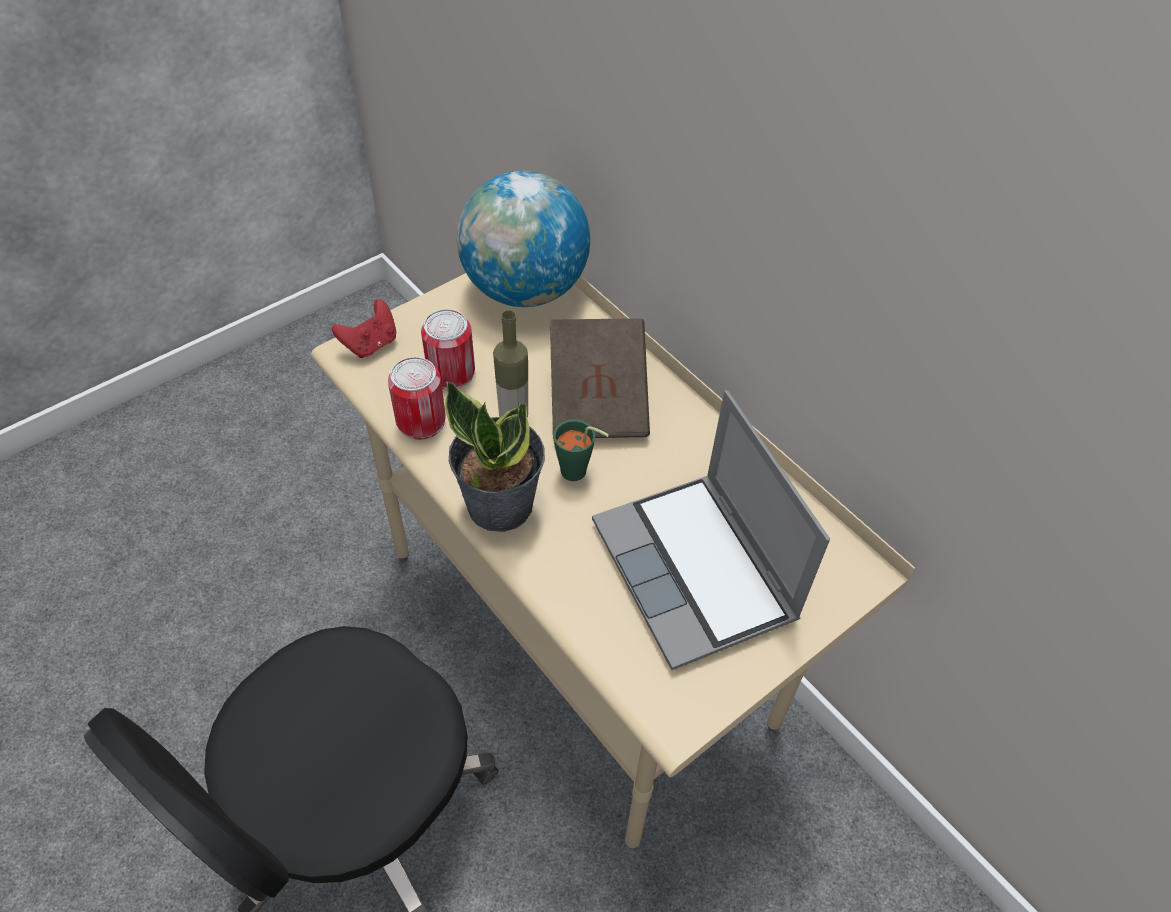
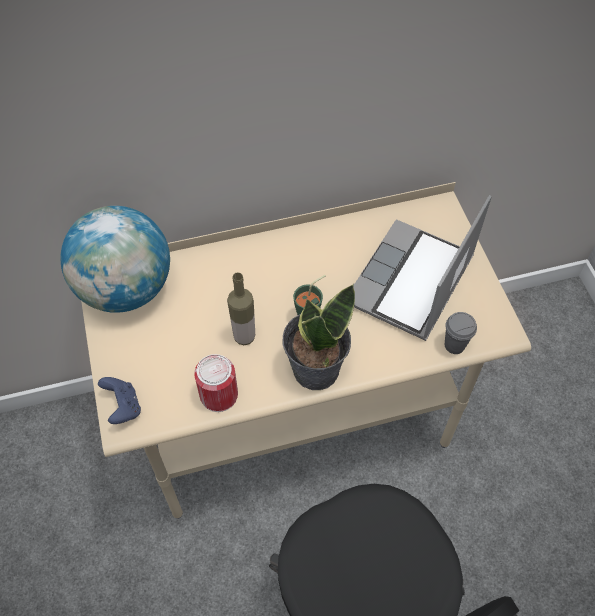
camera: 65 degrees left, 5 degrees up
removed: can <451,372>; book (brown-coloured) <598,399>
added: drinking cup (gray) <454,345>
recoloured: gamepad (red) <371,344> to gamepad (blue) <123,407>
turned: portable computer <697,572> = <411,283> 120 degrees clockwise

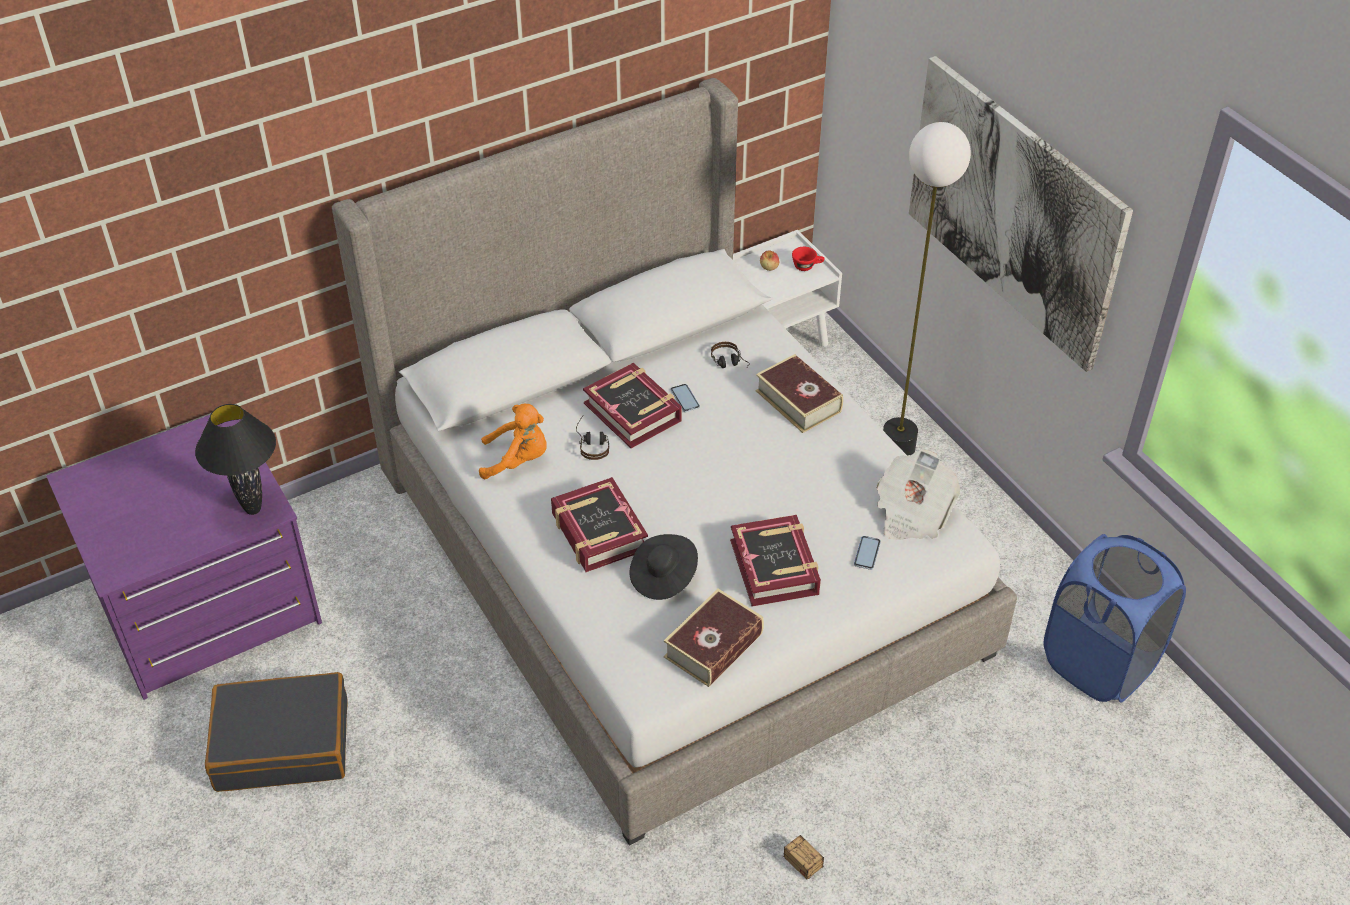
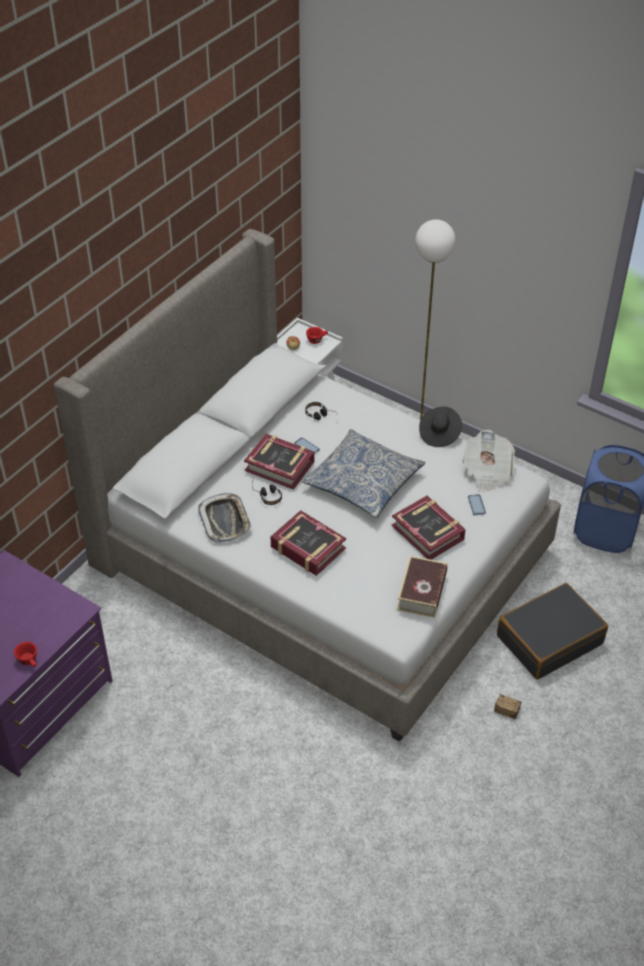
camera: 25 degrees left, 0 degrees up
removed: lamp for a table (black) <253,510>; book <798,401>; wall picture <1013,210>
added: drinking cup (red) <29,661>; throw pillow <363,482>
moved: hat (black) <663,577> to <439,434>; travel case (black) <283,744> to <549,639>
replaced: cuddly toy (orange-coloured) <518,460> to tray <225,521>

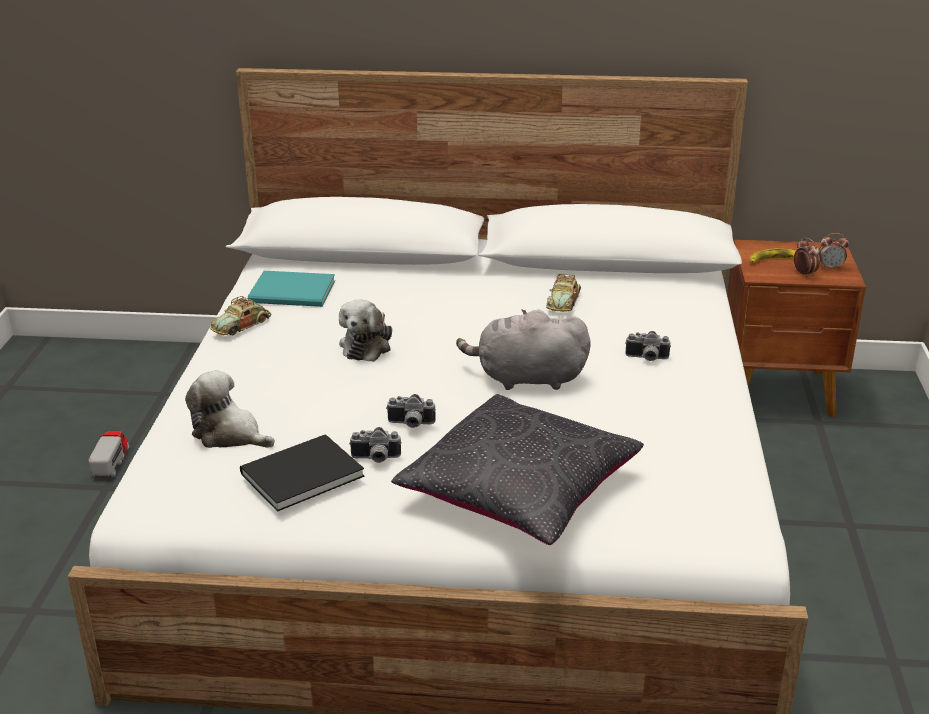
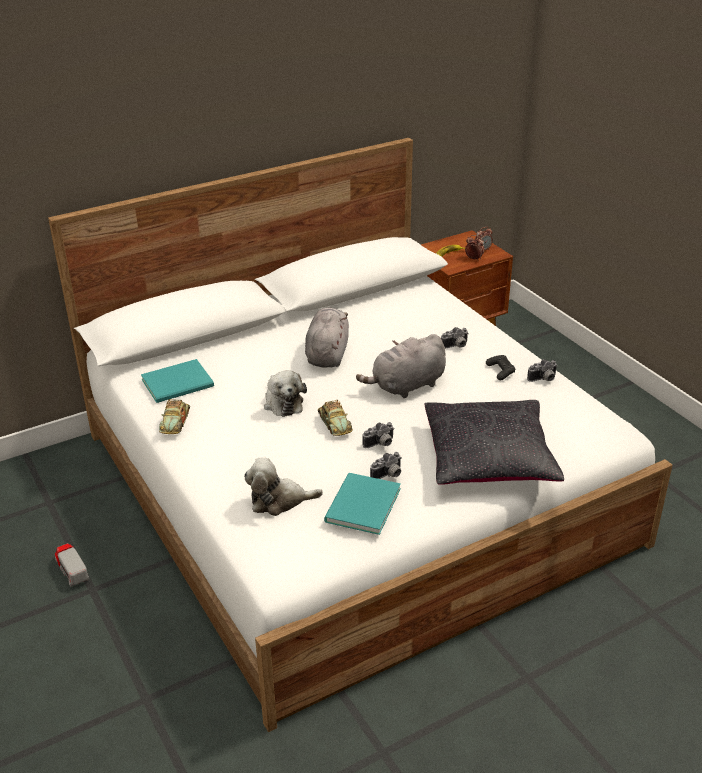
camera: 35 degrees left, 5 degrees up
added: cuddly toy (gray) <327,354>; gamepad (black) <500,371>; photo camera <543,379>
moved: model car <563,301> to <334,423>
recoloured: book (black) <298,474> to book (turquoise) <360,506>

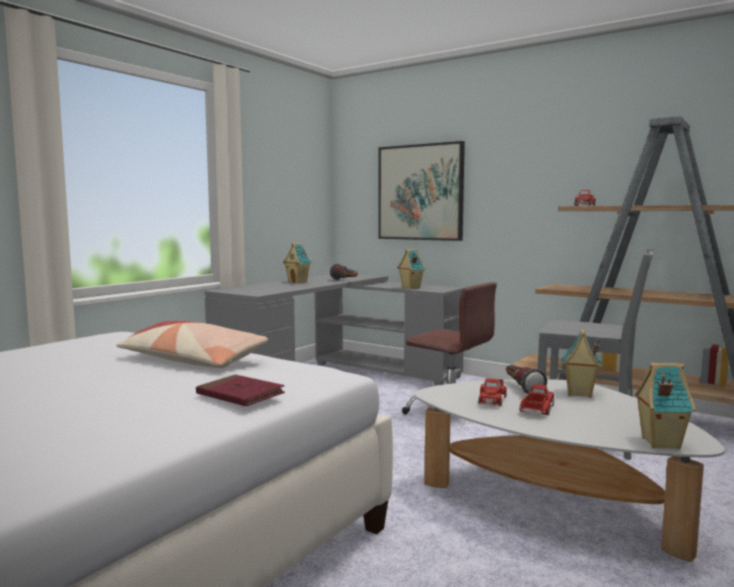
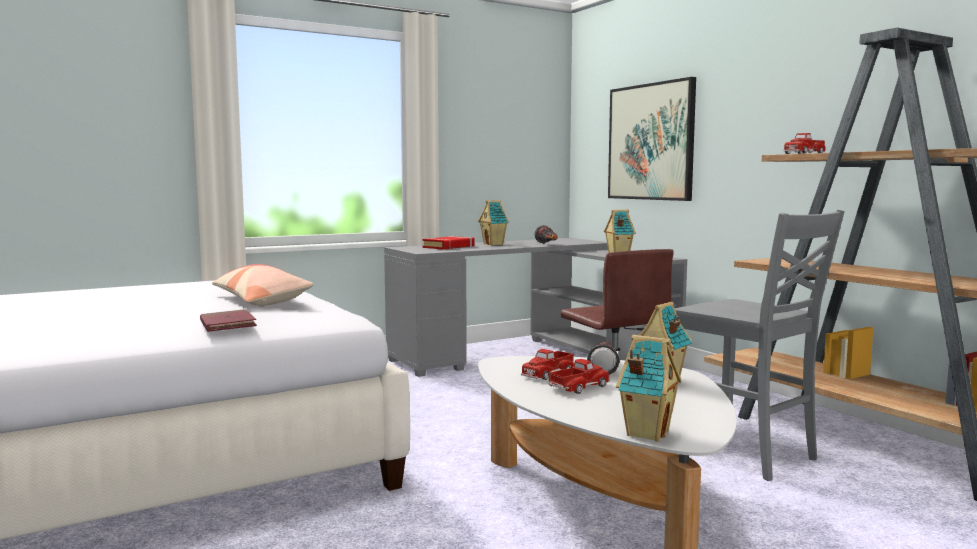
camera: 25 degrees right, 0 degrees up
added: book (red) <449,247>

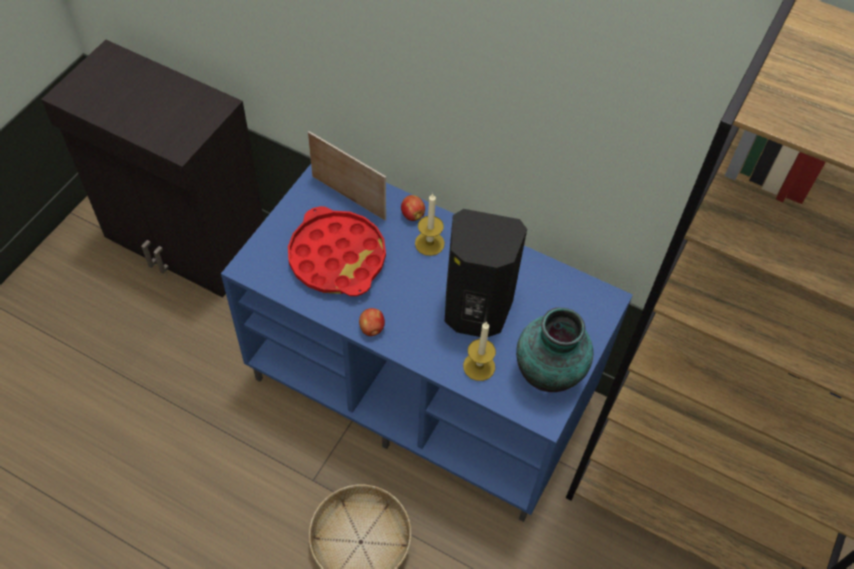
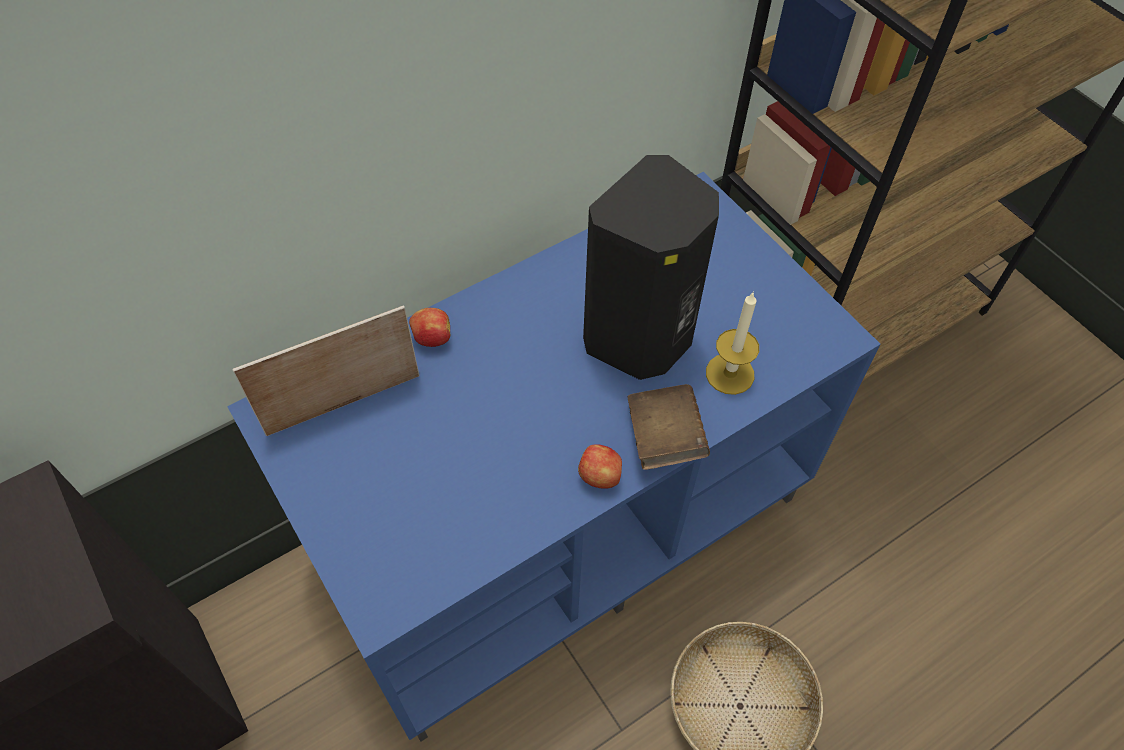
camera: 60 degrees left, 0 degrees up
removed: tray (red) <337,258>; wax candle <429,243>; decorative vase <549,375>
added: book (brown-coloured) <664,438>

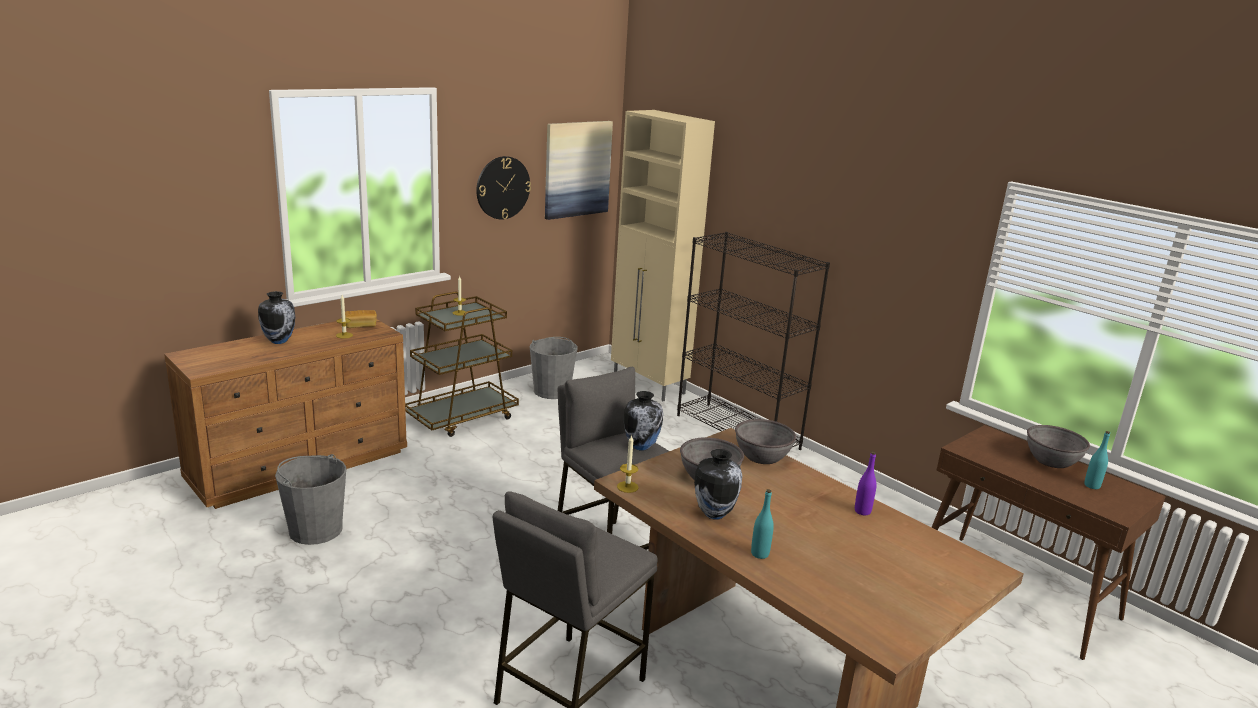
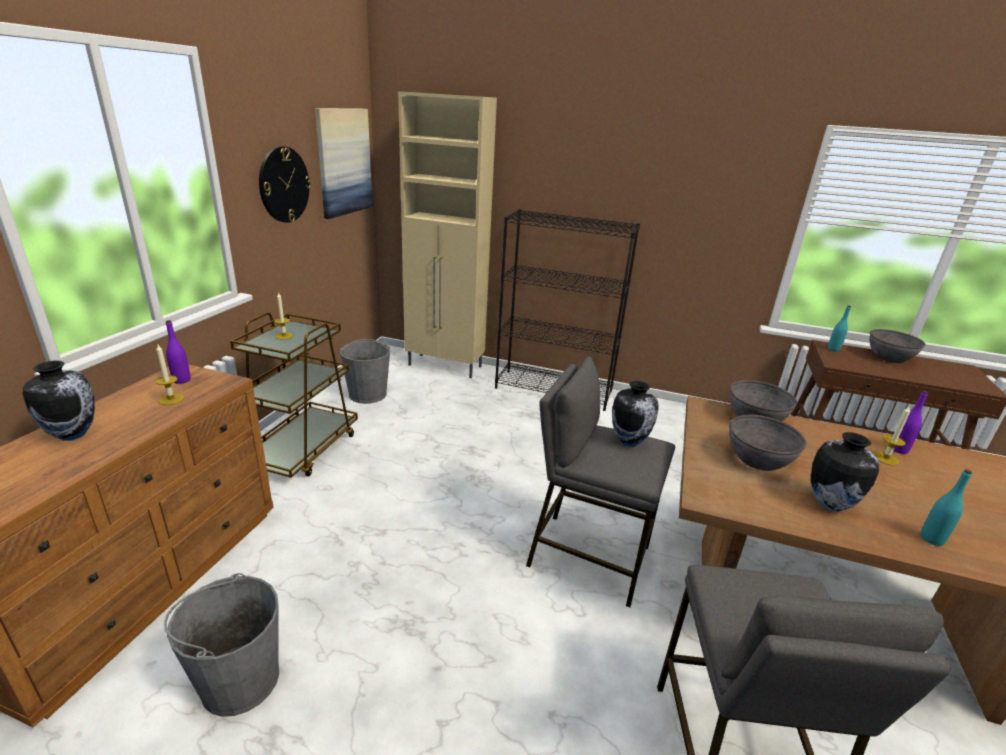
camera: 30 degrees left, 5 degrees up
moved: drink bottle (turquoise) <1092,486> to <833,349>; wax candle <627,487> to <885,458>
replaced: bakery bread <360,326> to drink bottle (purplish) <182,380>

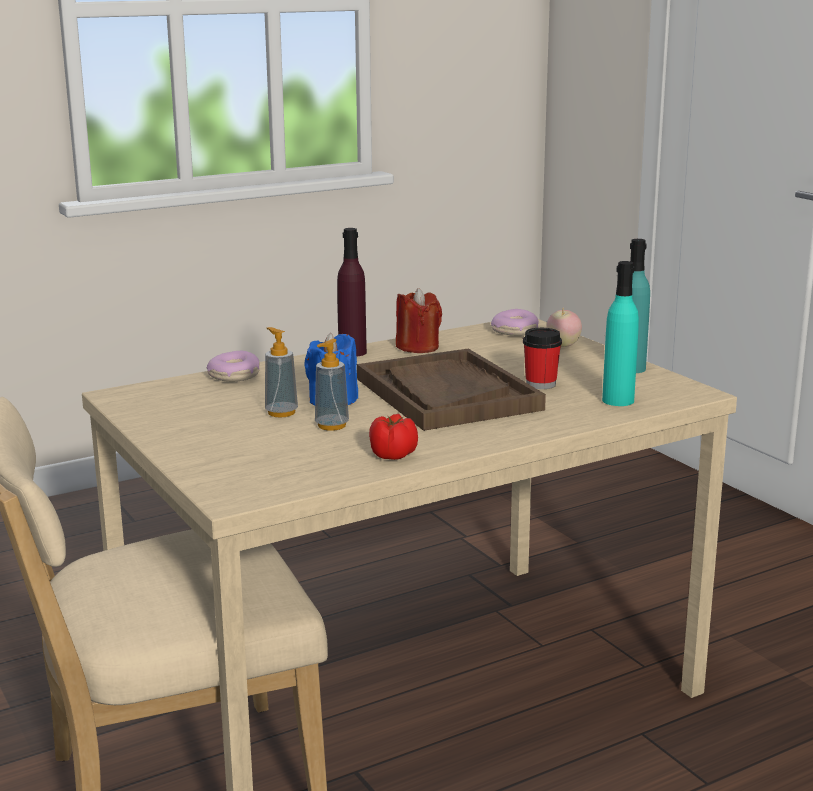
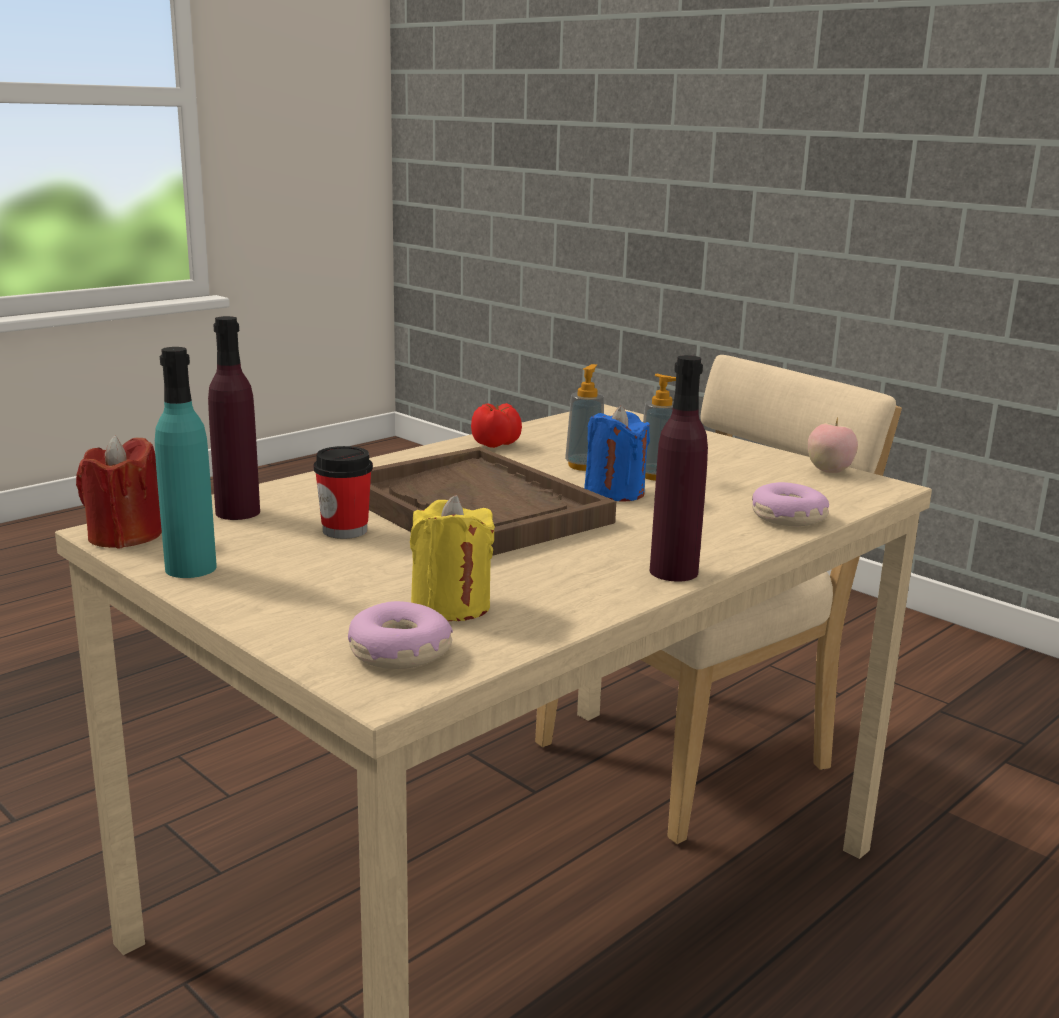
camera: 165 degrees right, 0 degrees up
added: wax candle (yellowish) <451,606>
moved: wax candle (red) <418,347> to <125,536>; apple <563,345> to <829,471>
recoloured: drink bottle (turquoise) <618,400> to drink bottle (purplish) <238,512>

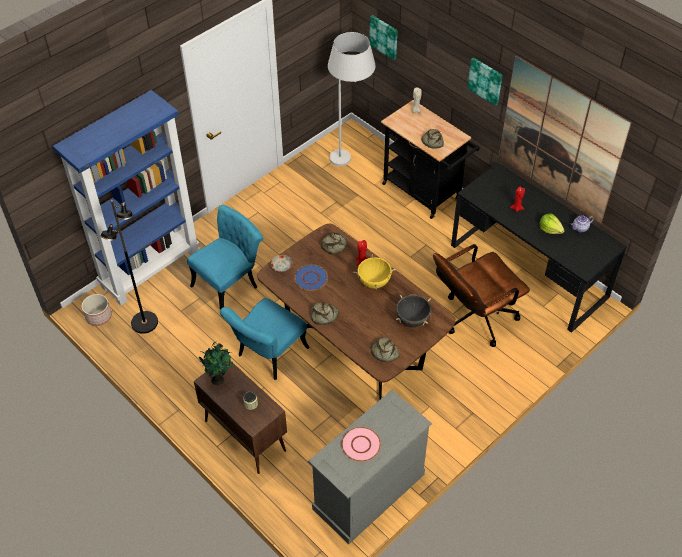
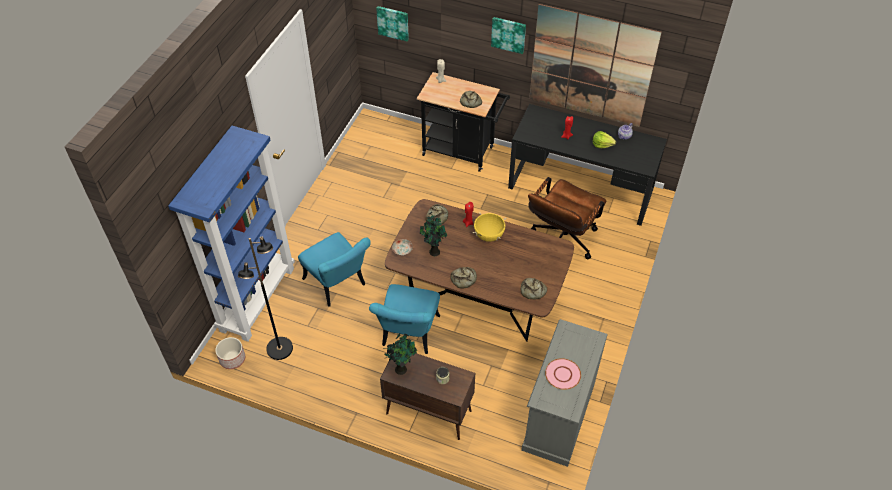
camera: 25 degrees left, 0 degrees up
removed: standard lamp (white-coloured) <351,155>; cooking pot (black) <412,320>
replaced: flat dish (blue) <311,278> to potted plant <433,251>
turned: chair (turquoise) <230,283> = <338,285> 120 degrees clockwise

